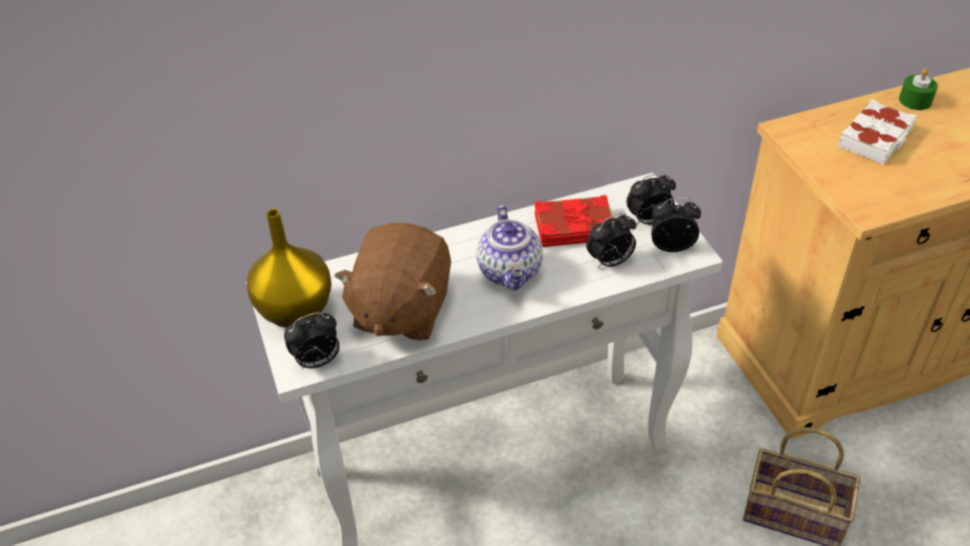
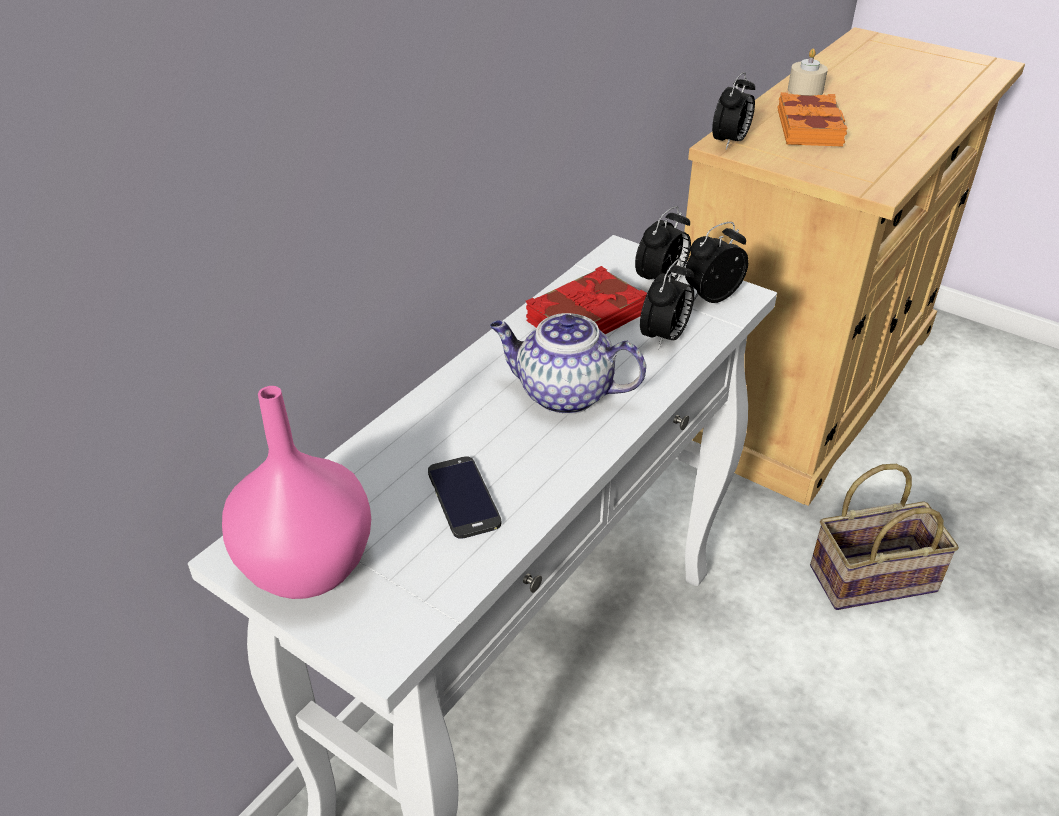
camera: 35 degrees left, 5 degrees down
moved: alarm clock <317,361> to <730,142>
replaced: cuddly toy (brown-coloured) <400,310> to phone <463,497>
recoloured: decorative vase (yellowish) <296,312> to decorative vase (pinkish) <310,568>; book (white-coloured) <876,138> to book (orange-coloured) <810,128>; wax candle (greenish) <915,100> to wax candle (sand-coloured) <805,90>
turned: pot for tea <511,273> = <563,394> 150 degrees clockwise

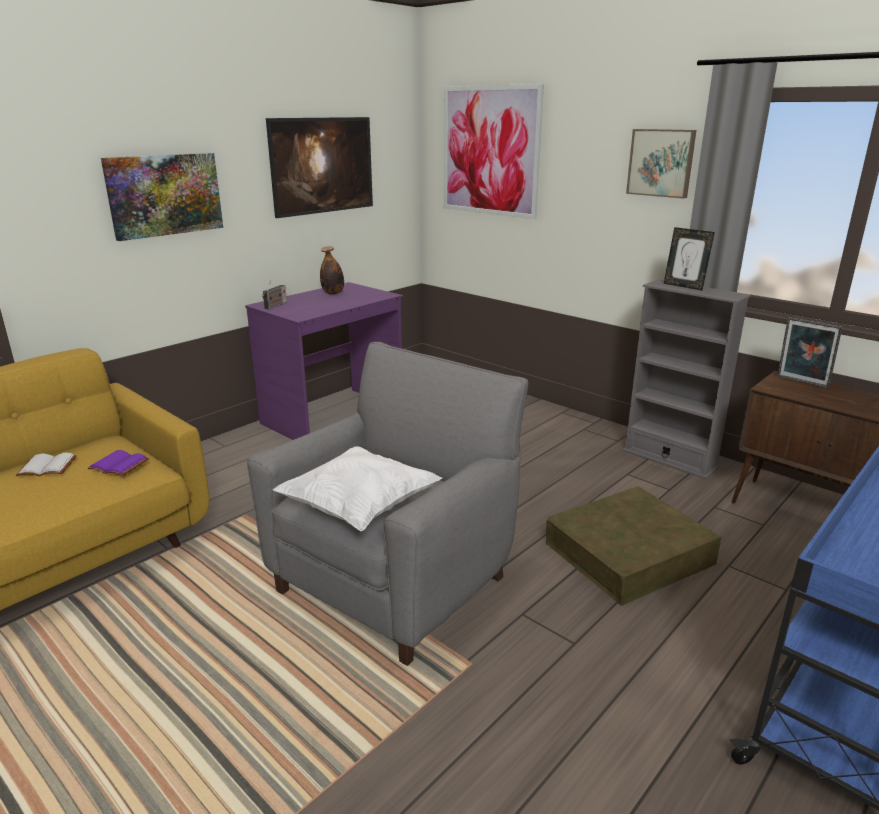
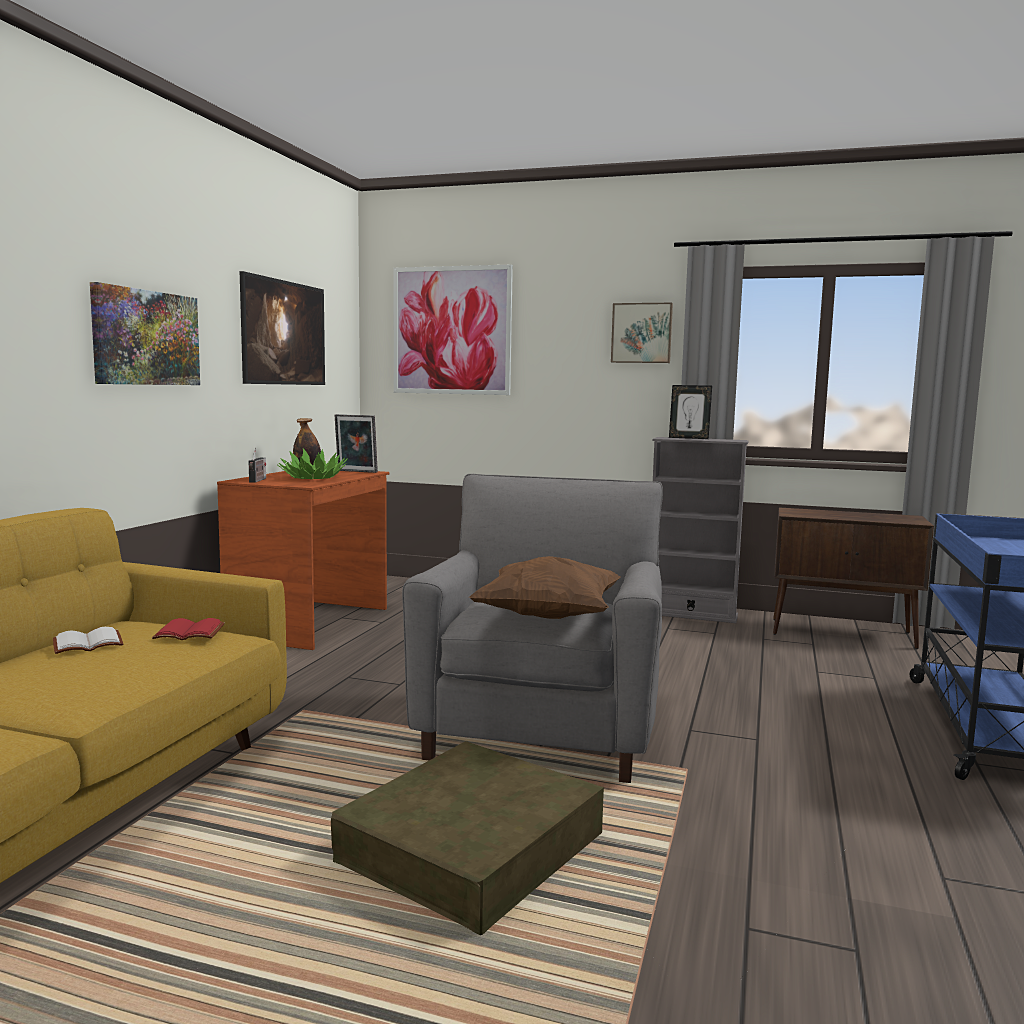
camera: 25 degrees left, 15 degrees down
added: potted plant <313,478>
moved: storage box (brown-coloured) <629,553> to <472,848>; picture frame <801,382> to <356,471>
recoloured: book (purplish) <120,464> to book (red) <191,632>; desk table (purplish) <334,416> to desk table (brown-coloured) <311,623>; throw pillow (white-coloured) <359,508> to throw pillow (brown-coloured) <548,617>

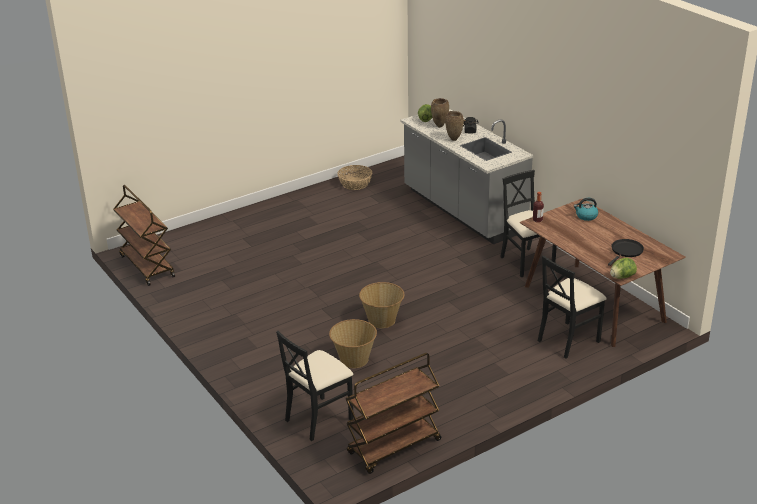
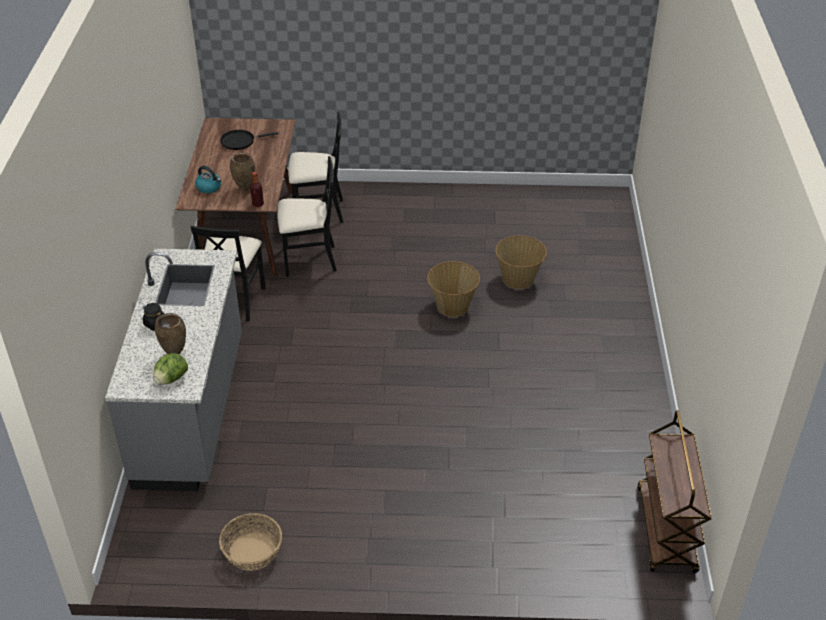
camera: 145 degrees left, 10 degrees up
removed: wheeled cart (brown-coloured) <394,447>; head of lettuce <622,277>
moved: decorative vase (brown-coloured) <454,139> to <244,188>; chair (black) <319,418> to <309,260>

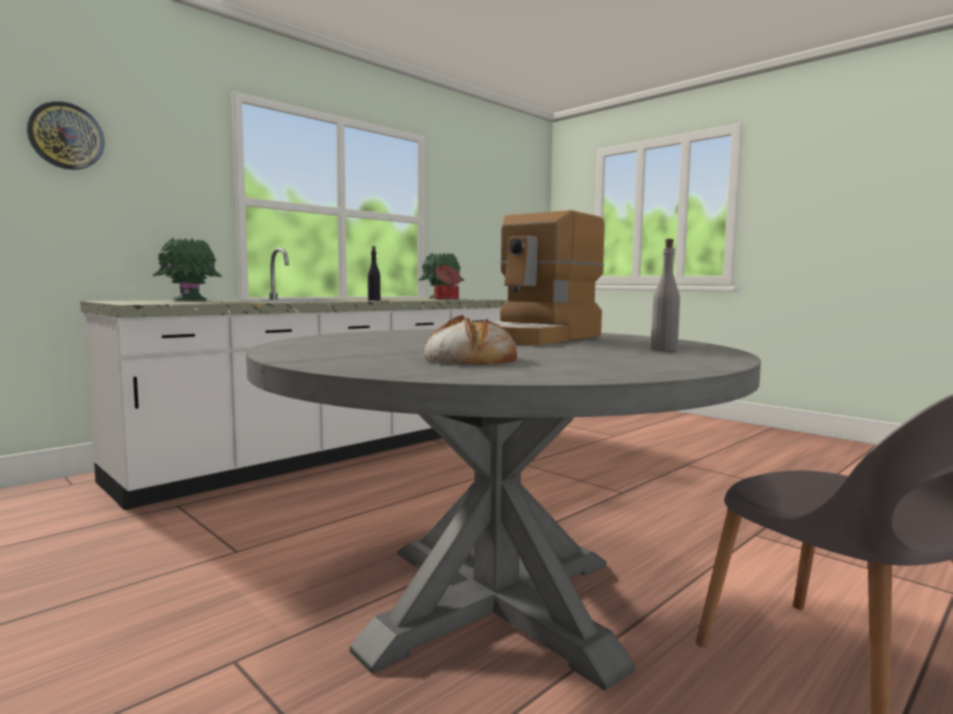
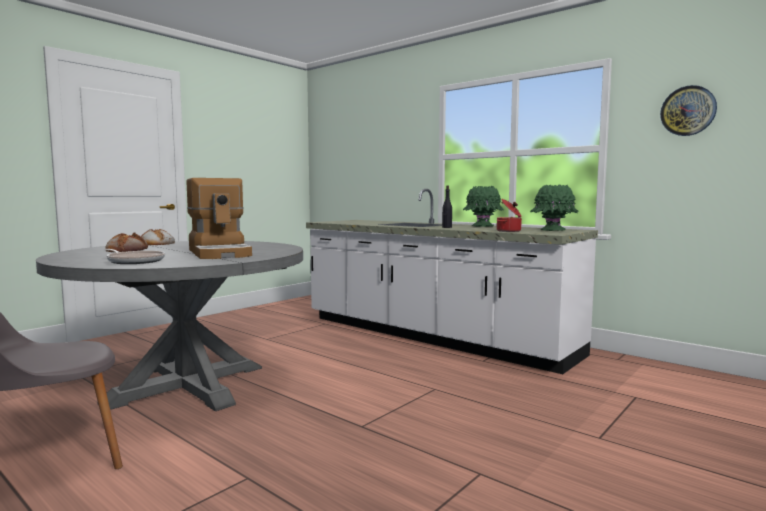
camera: 85 degrees right, 0 degrees up
added: bakery bread <156,244>
moved: decorative vase (greenish) <189,300> to <482,226>; wall clock <66,136> to <688,111>
replaced: drink bottle (gray) <664,350> to skillet <135,261>
turned: coffee brewer <538,338> = <221,253> 150 degrees counterclockwise

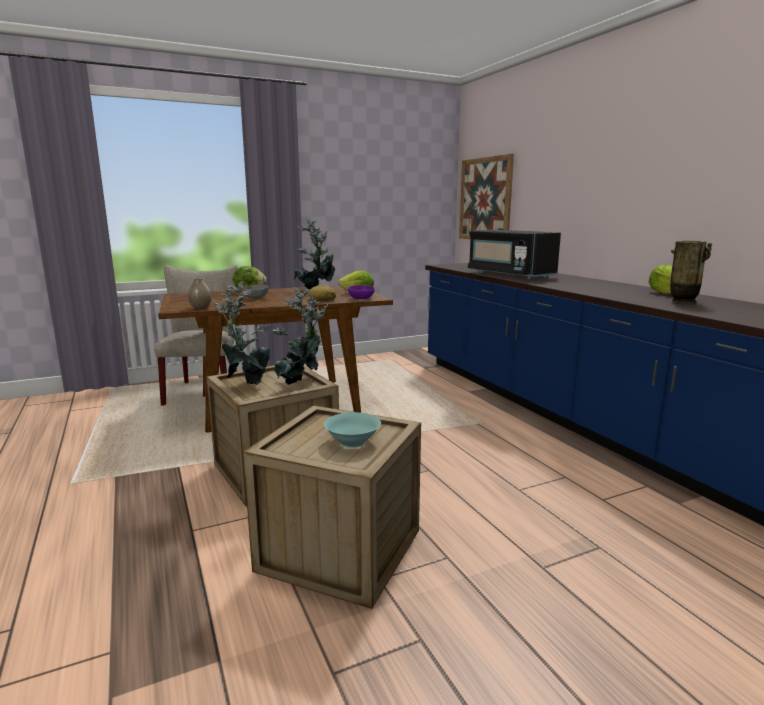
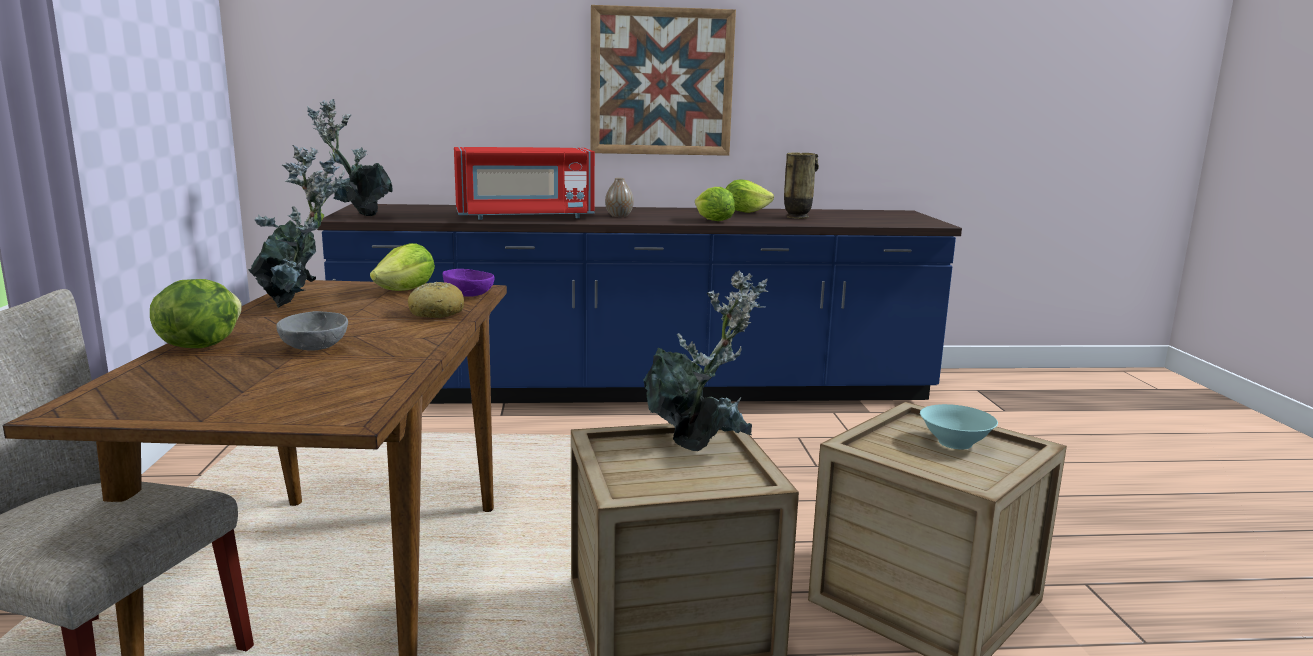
camera: 70 degrees left, 0 degrees up
added: head of lettuce <713,221>
moved: potted plant <247,383> to <357,217>; wall picture <485,199> to <661,82>; decorative vase <200,308> to <619,216>
recoloured: kitchen microwave (black) <509,274> to kitchen microwave (red) <525,216>

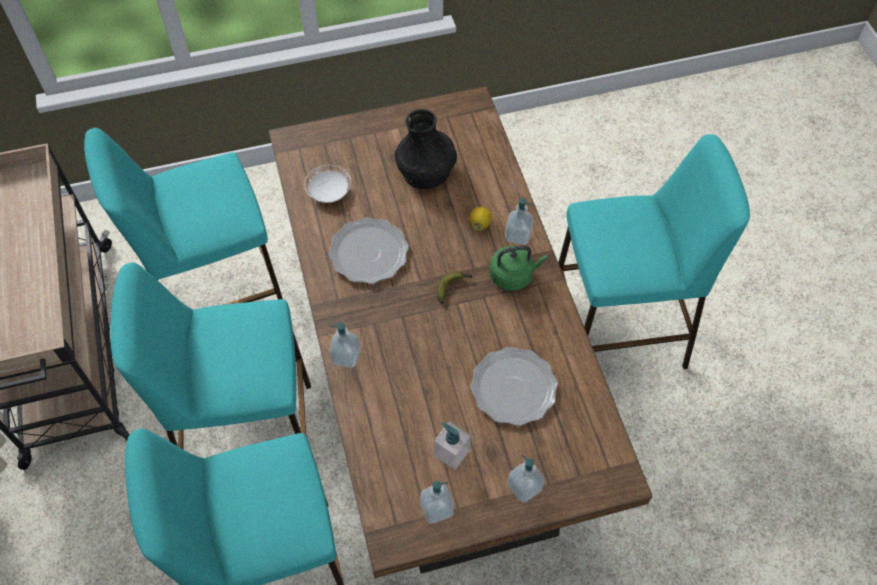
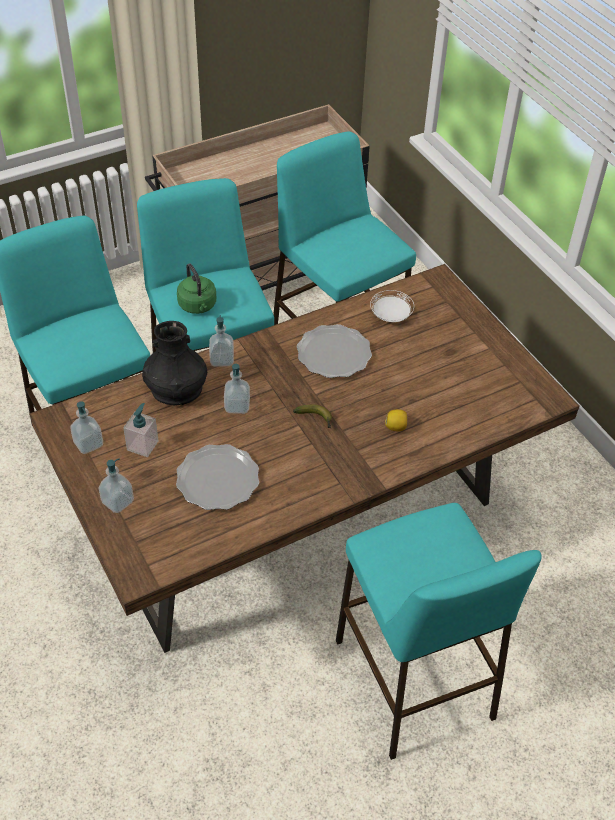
camera: 75 degrees right, 10 degrees down
moved: decorative vase (black) <426,170> to <176,389>; tea kettle (greenish) <513,276> to <198,306>; soap bottle <518,235> to <237,406>

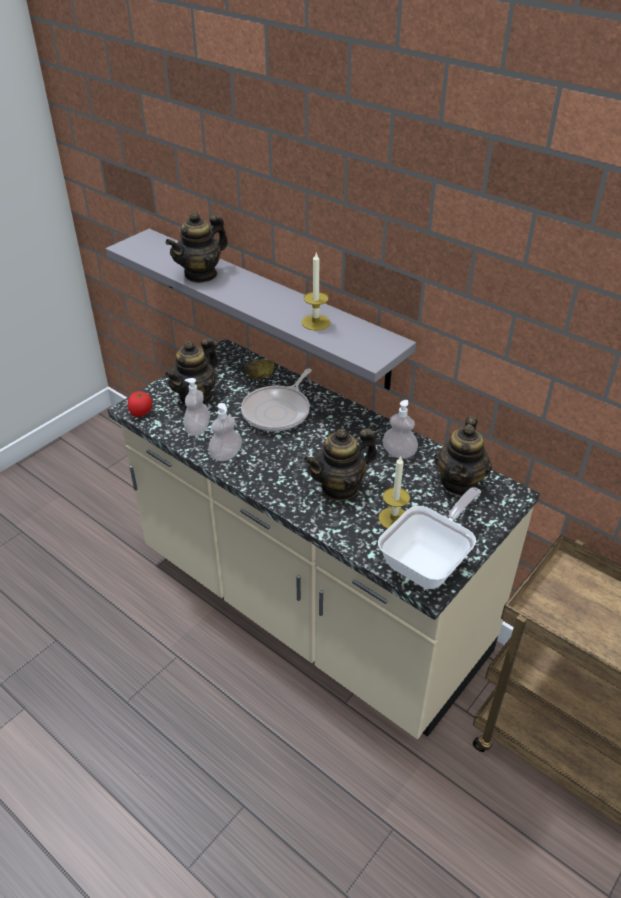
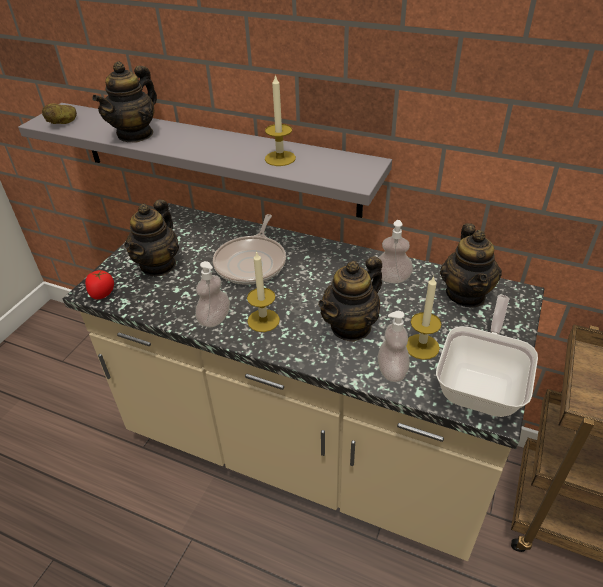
camera: 15 degrees left, 0 degrees up
added: wax candle <263,320>
moved: spud <261,376> to <63,123>; soap bottle <198,429> to <392,371>

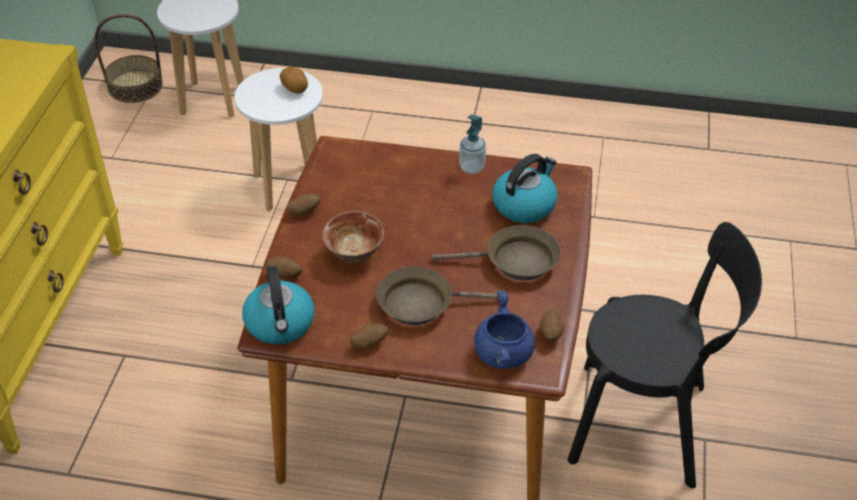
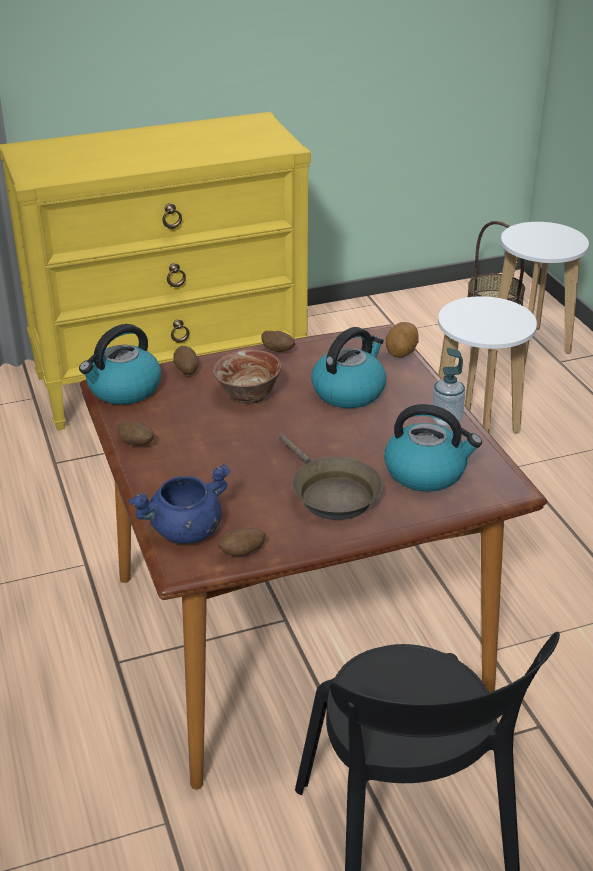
camera: 60 degrees right, 10 degrees down
removed: skillet (brown-coloured) <422,303>
added: tea kettle <349,391>
moved: spud <295,89> to <401,353>

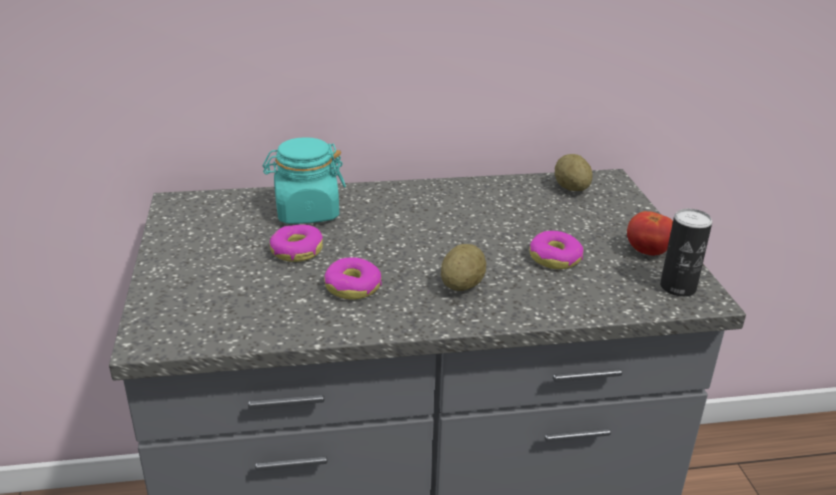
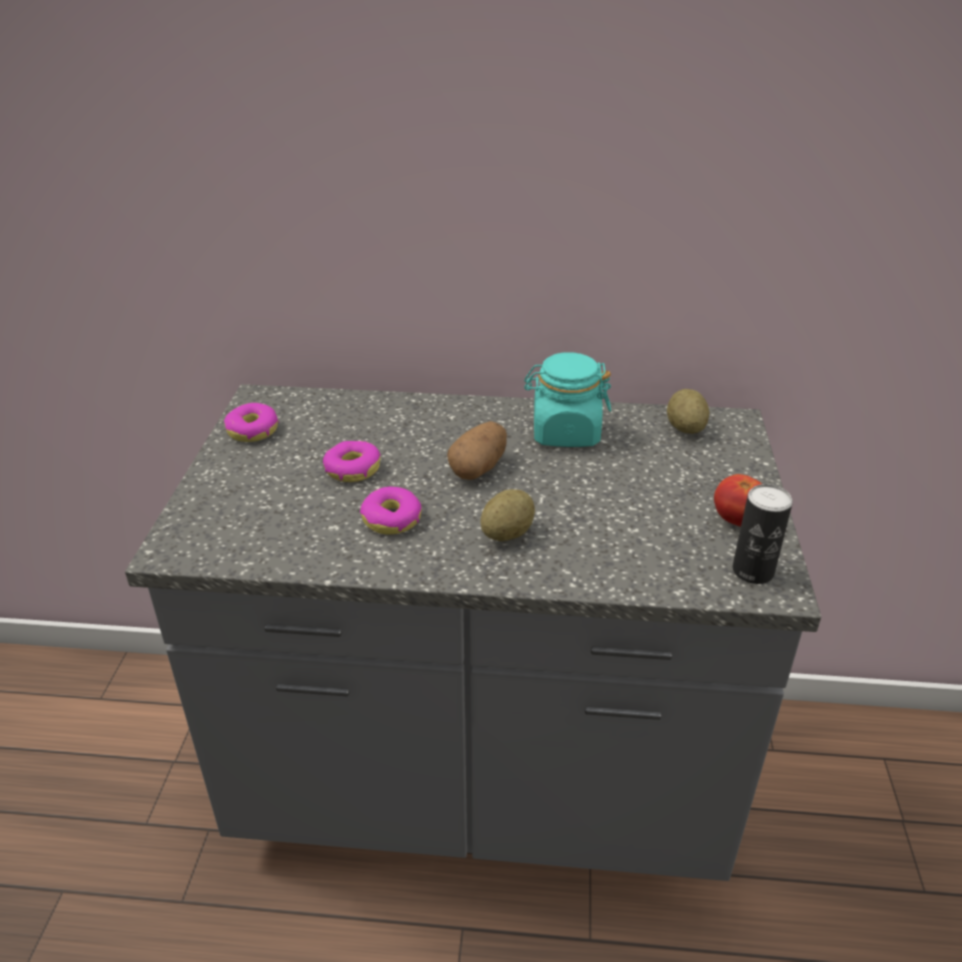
camera: 15 degrees right, 5 degrees up
added: spud <479,468>
moved: doughnut <555,258> to <252,430>; preserve jar (turquoise) <306,212> to <565,433>

